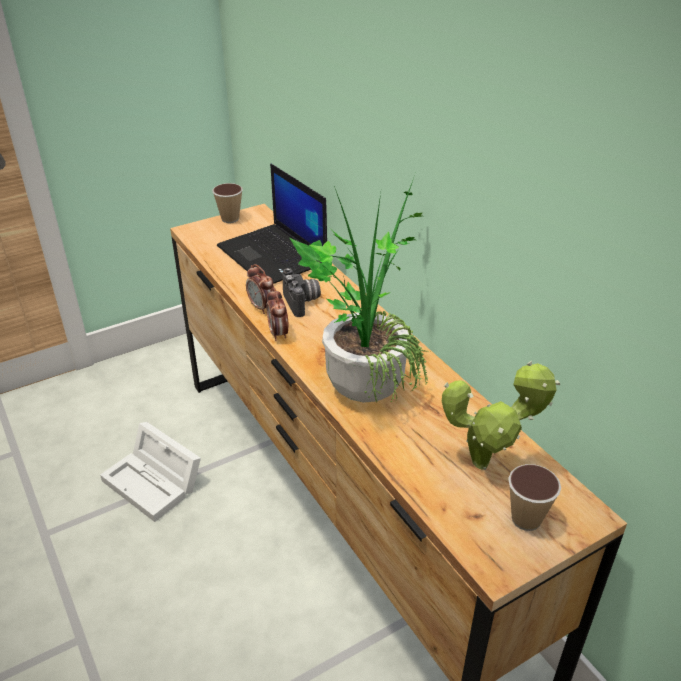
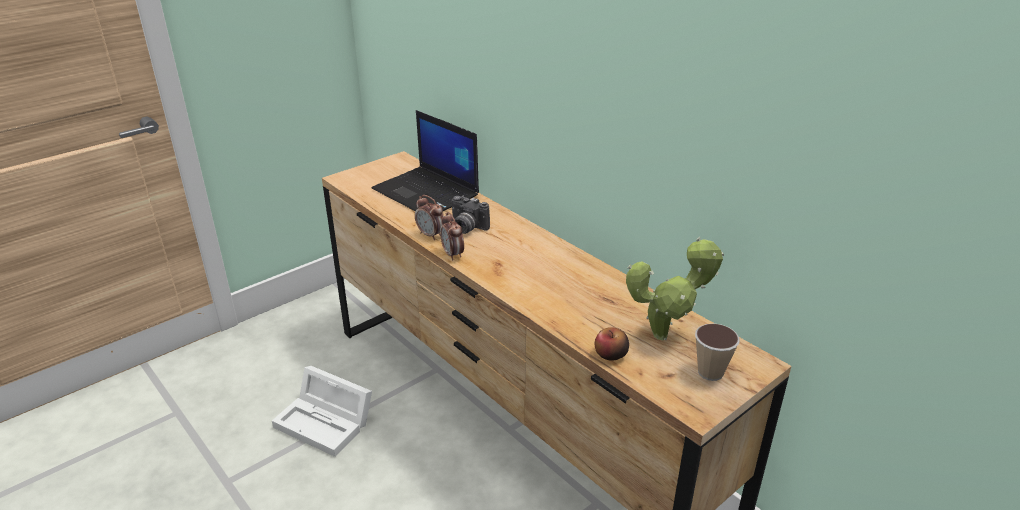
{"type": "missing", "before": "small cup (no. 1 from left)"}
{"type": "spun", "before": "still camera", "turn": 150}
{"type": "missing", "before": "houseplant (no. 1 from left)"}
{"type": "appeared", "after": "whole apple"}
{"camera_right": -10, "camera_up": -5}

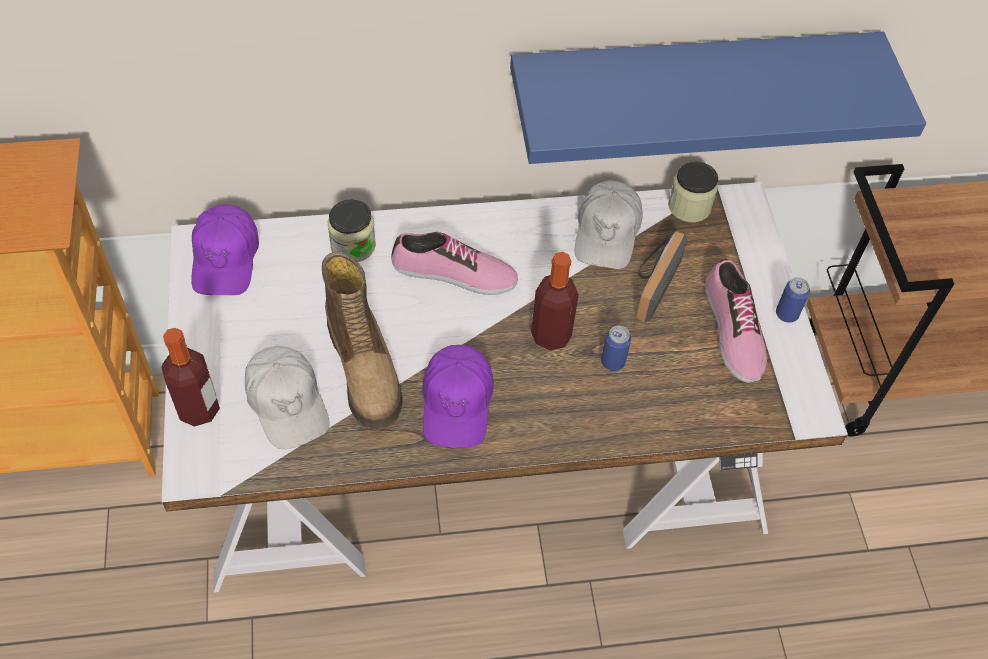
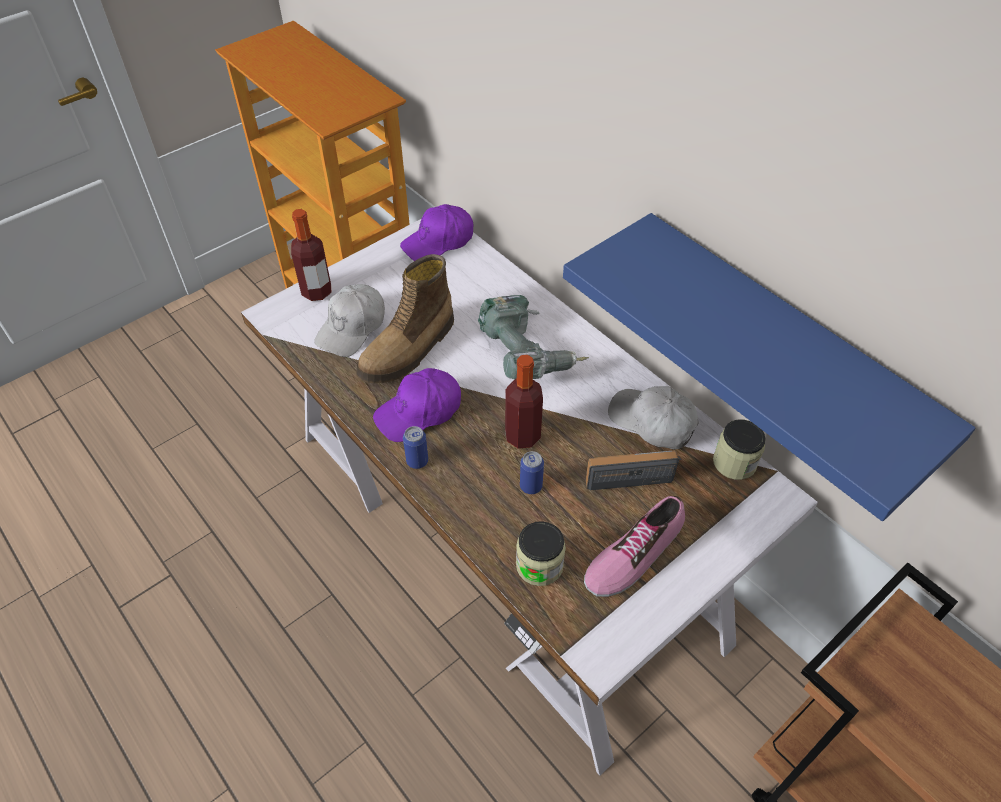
{"type": "relocated", "before": "preserve jar (no. 1 from left)"}
{"type": "exchanged", "before": "low shoe (no. 1 from left)", "after": "electric drill"}
{"type": "spun", "before": "cap (whitish) (no. 2 from left)", "turn": 60}
{"type": "relocated", "before": "metal can (no. 2 from left in the first image)", "after": "metal can (no. 1 from left)"}
{"camera_right": 60, "camera_up": -5}

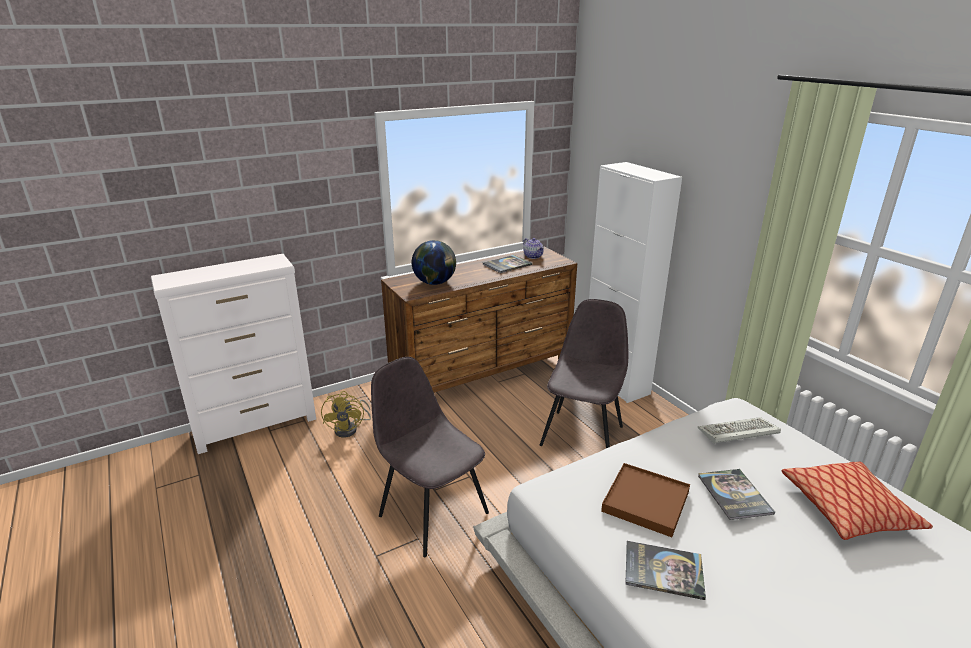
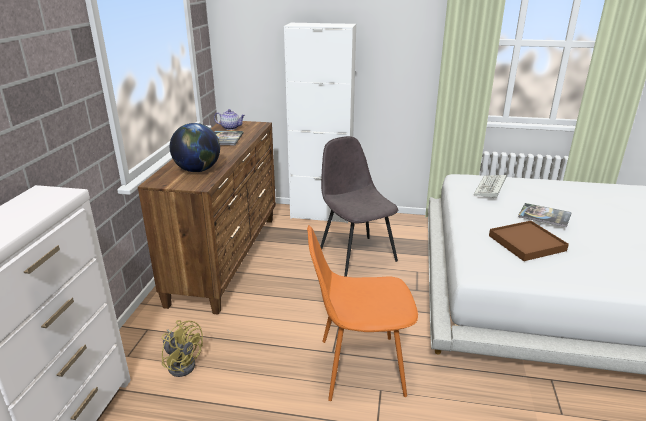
{"type": "colour", "before": "chair (gray) (no. 1 from left)", "after": "chair (orange)"}
{"type": "missing", "before": "bound book (no. 2 from left)"}
{"type": "missing", "before": "cushion"}
{"camera_right": -50, "camera_up": 0}

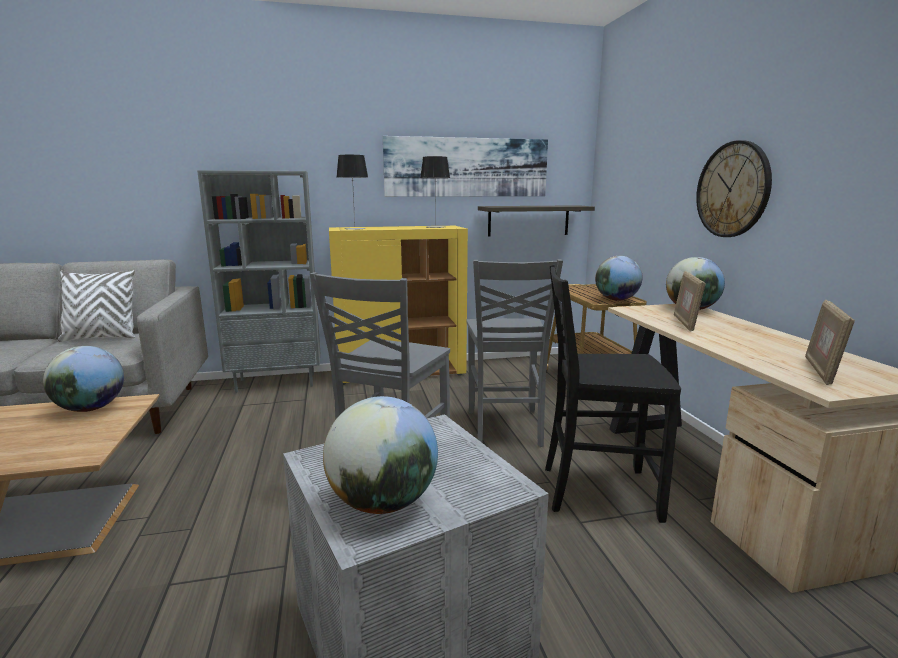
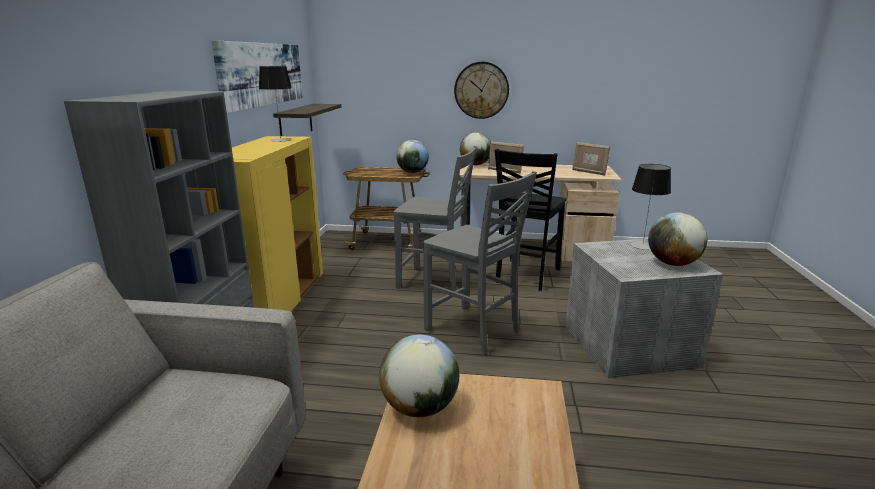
{"type": "missing", "before": "cushion (whitish)"}
{"type": "relocated", "before": "tabletop lamp (no. 1 from left in the first image)", "after": "tabletop lamp (no. 2 from left)"}
{"camera_right": -70, "camera_up": 5}

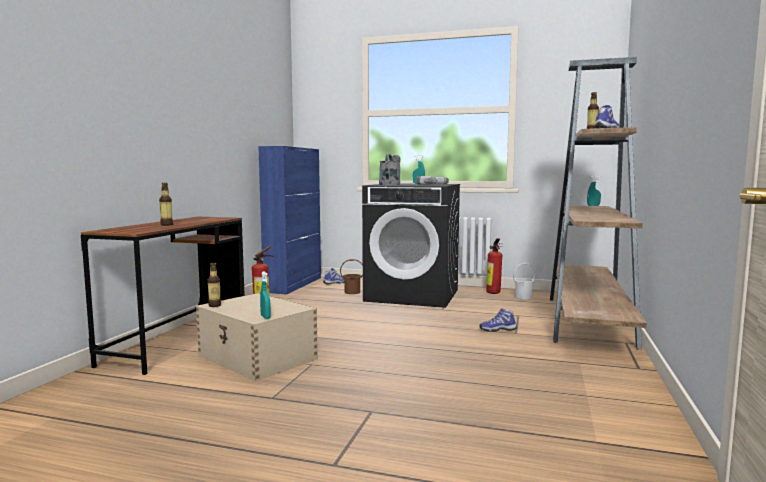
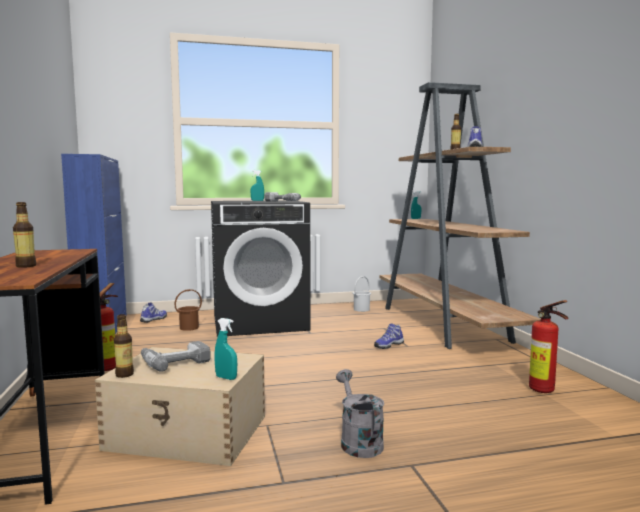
{"type": "relocated", "before": "watering can (gray)"}
{"type": "relocated", "before": "extinguisher (no. 2 from left)"}
{"type": "appeared", "after": "electric drill (no. 1 from left)"}
{"camera_right": -30, "camera_up": 0}

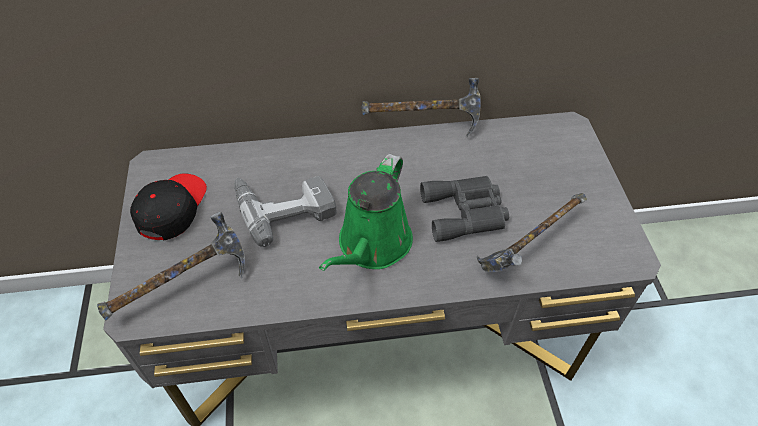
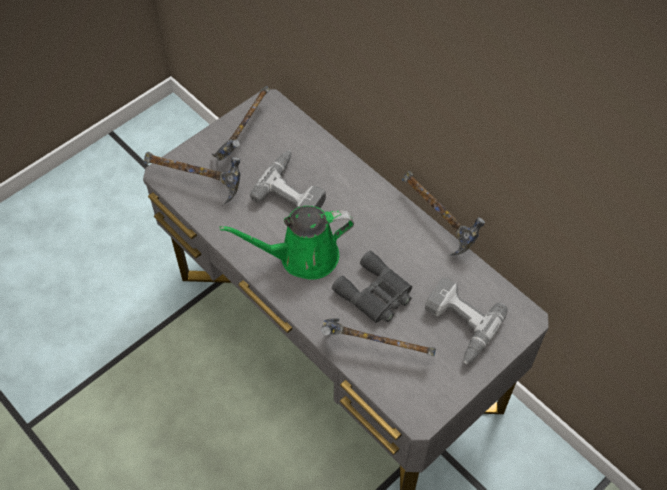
{"type": "exchanged", "before": "cap (blackish)", "after": "hammer (no. 2 from left)"}
{"type": "appeared", "after": "electric drill (no. 2 from left)"}
{"camera_right": 55, "camera_up": 5}

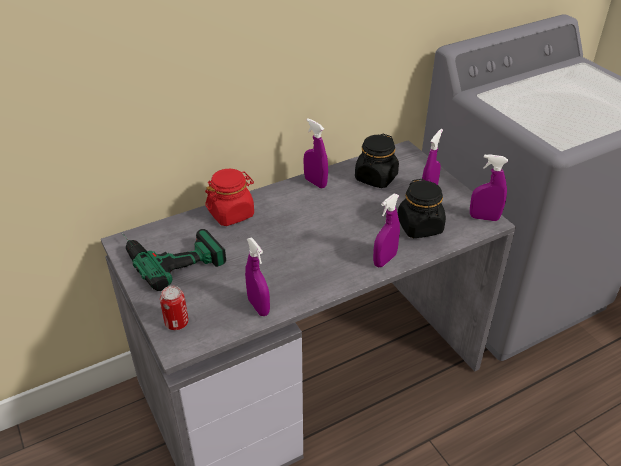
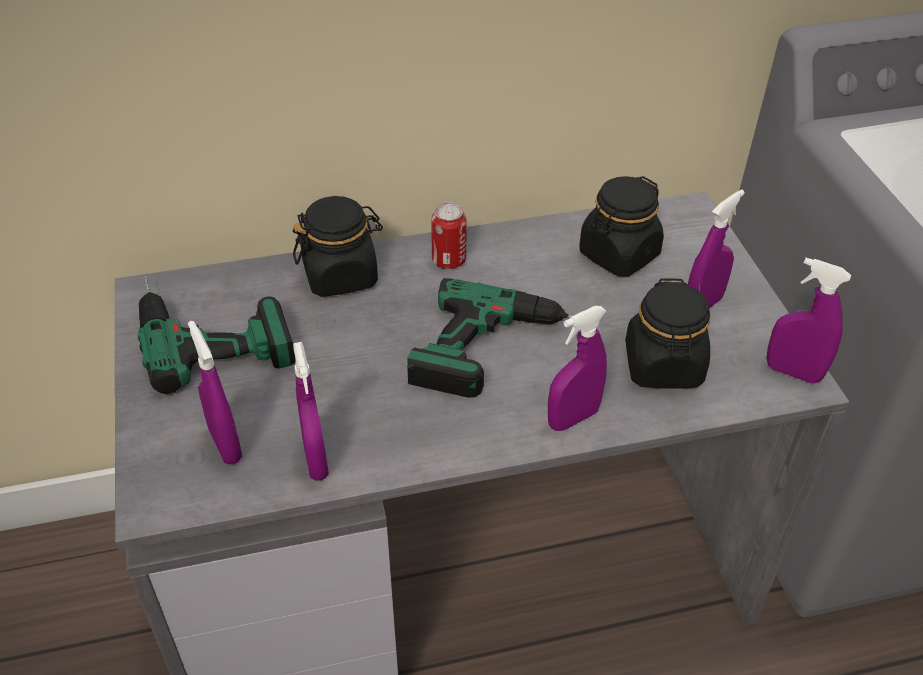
{"type": "relocated", "before": "metal can"}
{"type": "colour", "before": "preserve jar (reddish)", "after": "preserve jar (blackish) (no. 1 from left)"}
{"type": "relocated", "before": "sprayer (purple-coloured) (no. 2 from left in the first image)", "after": "sprayer (purple-coloured) (no. 1 from left)"}
{"type": "appeared", "after": "electric drill (no. 2 from left)"}
{"camera_right": 15, "camera_up": 5}

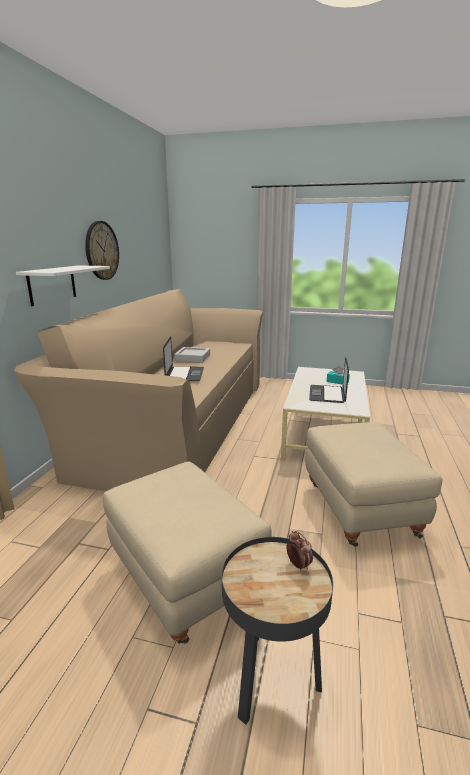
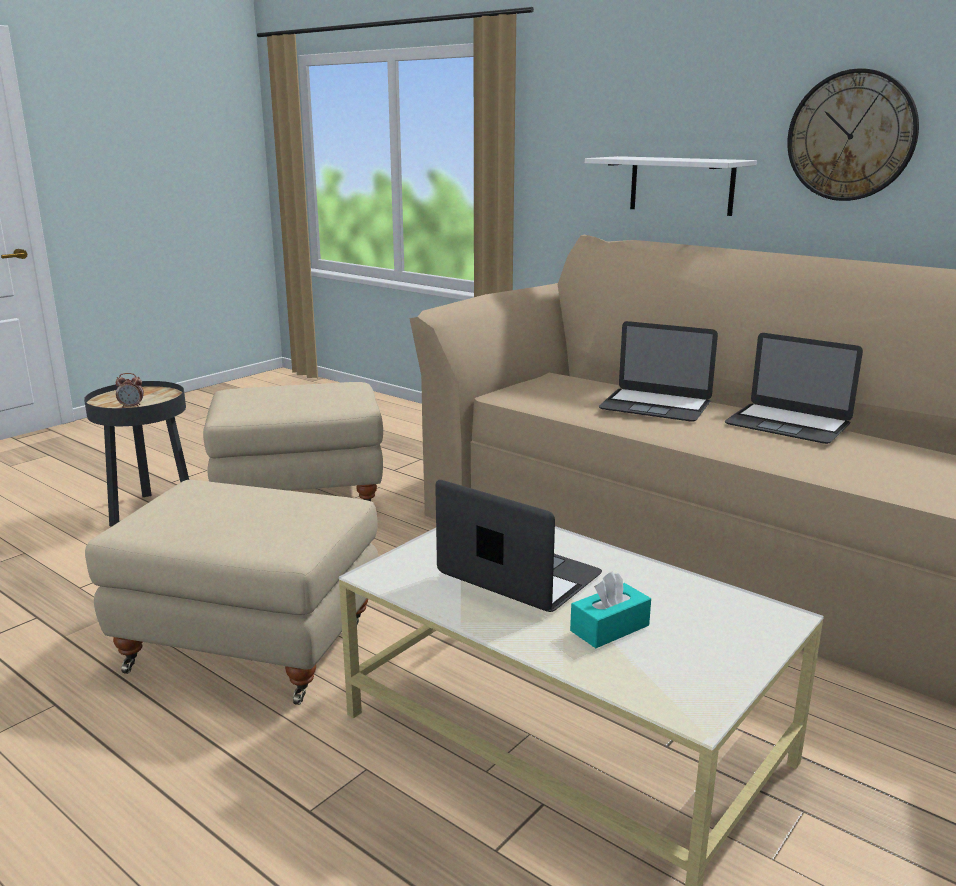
{"type": "exchanged", "before": "serving tray (gray)", "after": "portable computer (no. 3 from left)"}
{"camera_right": 115, "camera_up": 0}

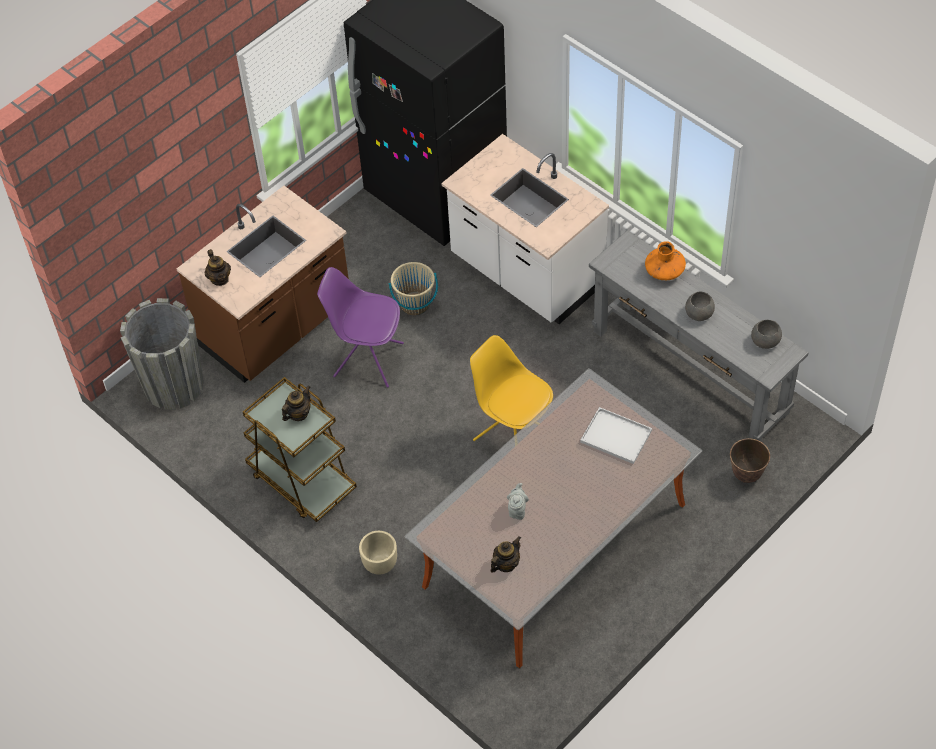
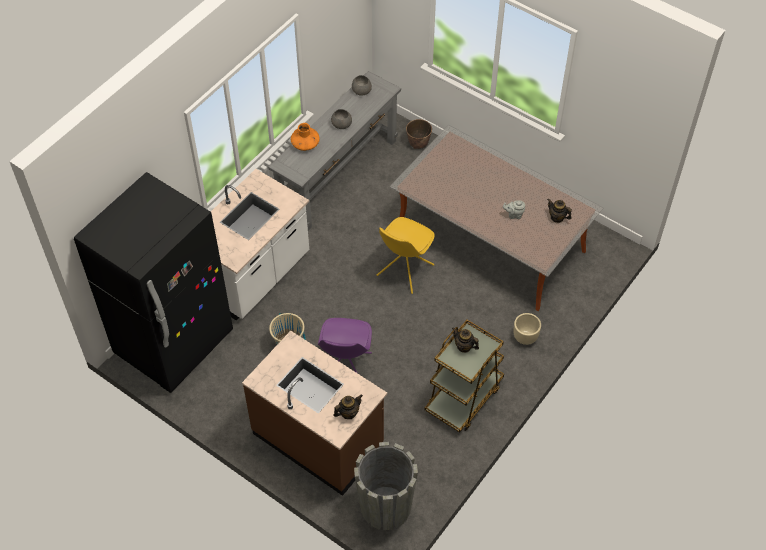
{"type": "missing", "before": "serving tray (whitish)"}
{"camera_right": -100, "camera_up": 0}

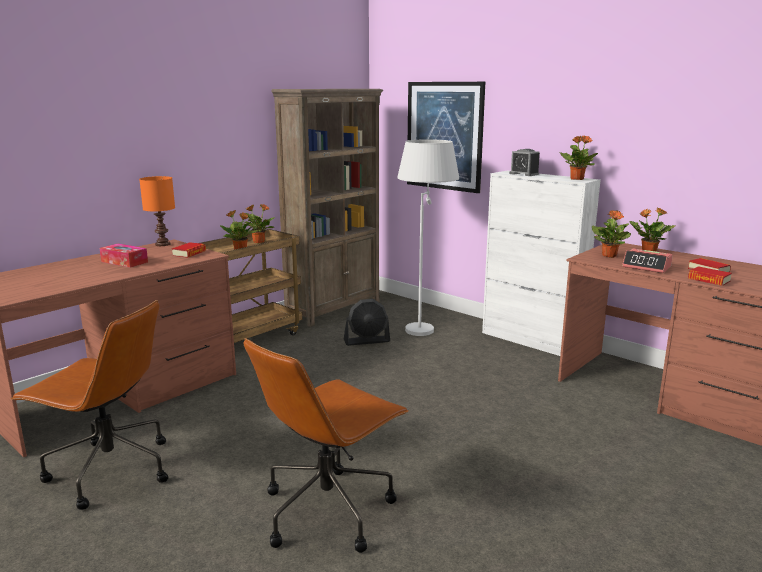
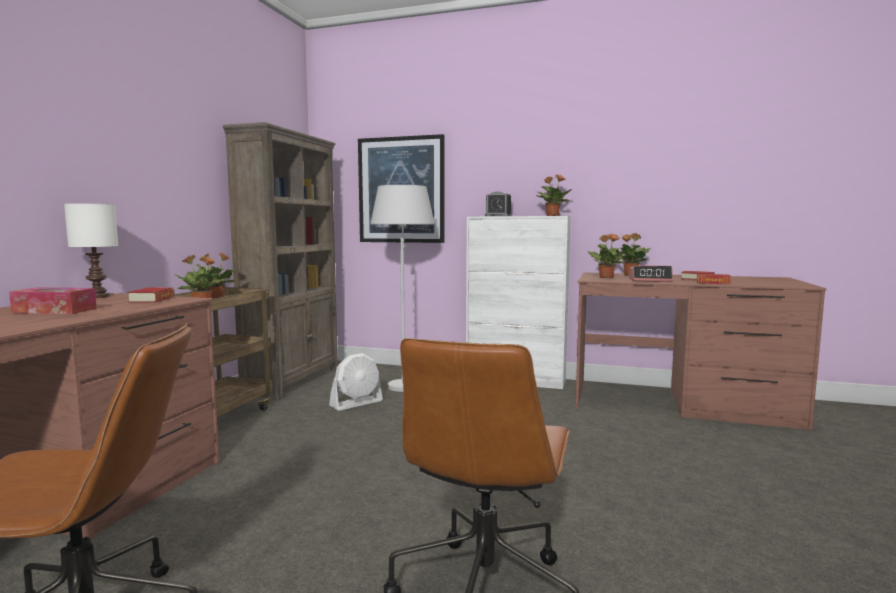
{"type": "colour", "before": "tabletop lamp (orange)", "after": "tabletop lamp (whitish)"}
{"type": "colour", "before": "electric fan (blackish)", "after": "electric fan (whitish)"}
{"camera_right": -25, "camera_up": -10}

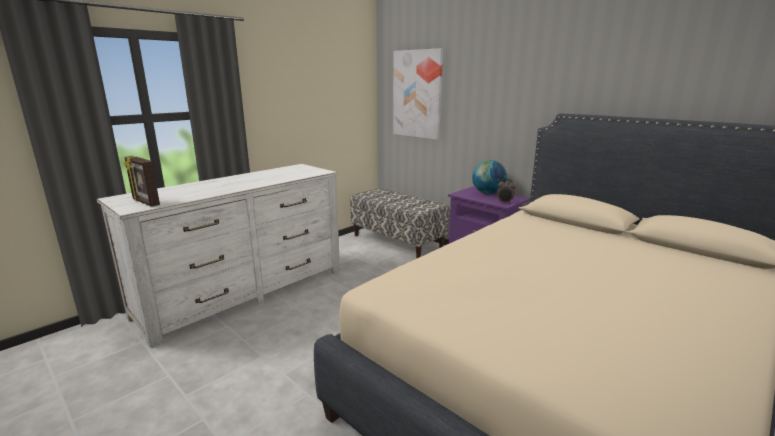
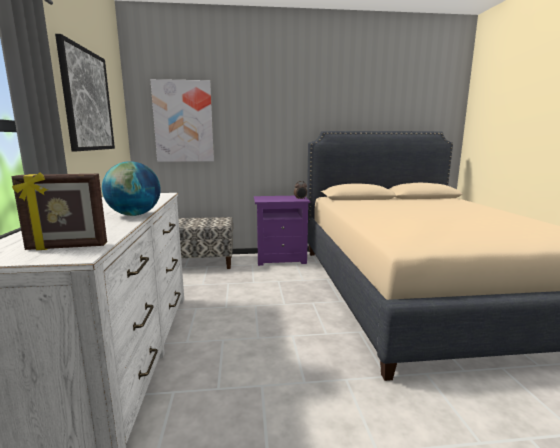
{"type": "relocated", "before": "desk globe"}
{"type": "appeared", "after": "picture (no. 1 from left)"}
{"camera_right": -50, "camera_up": -5}

